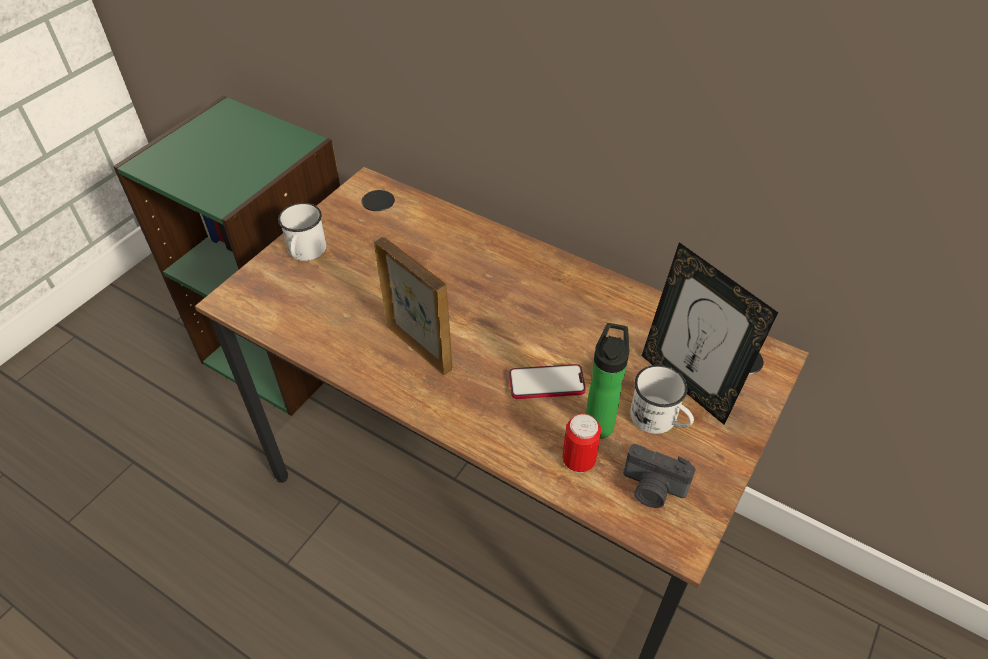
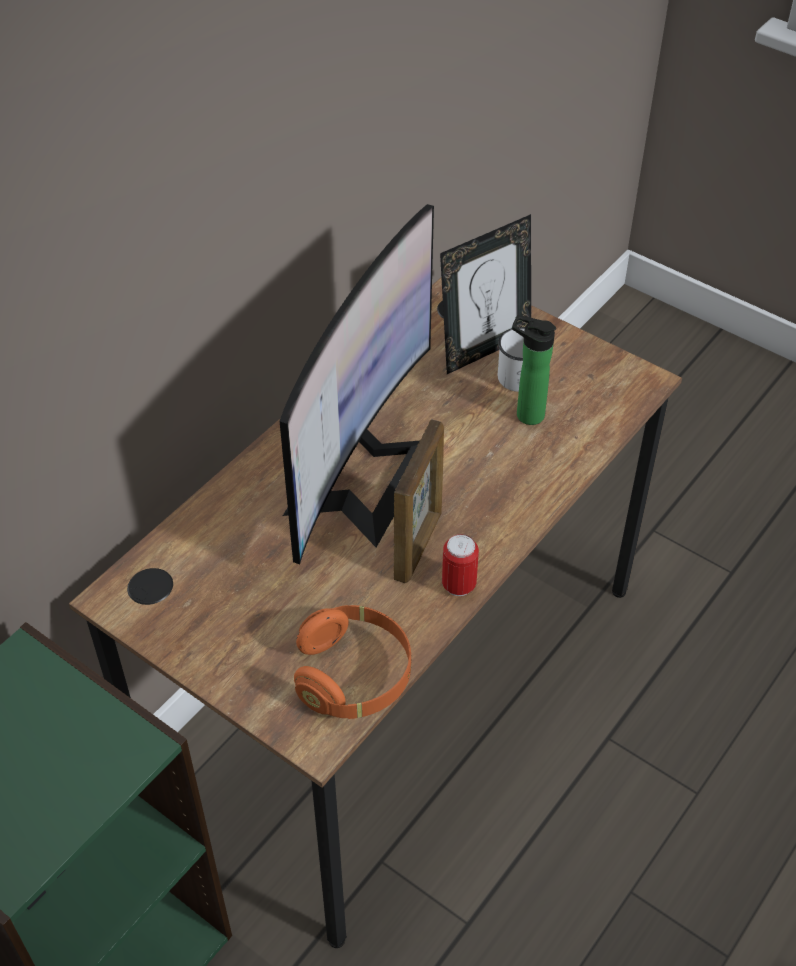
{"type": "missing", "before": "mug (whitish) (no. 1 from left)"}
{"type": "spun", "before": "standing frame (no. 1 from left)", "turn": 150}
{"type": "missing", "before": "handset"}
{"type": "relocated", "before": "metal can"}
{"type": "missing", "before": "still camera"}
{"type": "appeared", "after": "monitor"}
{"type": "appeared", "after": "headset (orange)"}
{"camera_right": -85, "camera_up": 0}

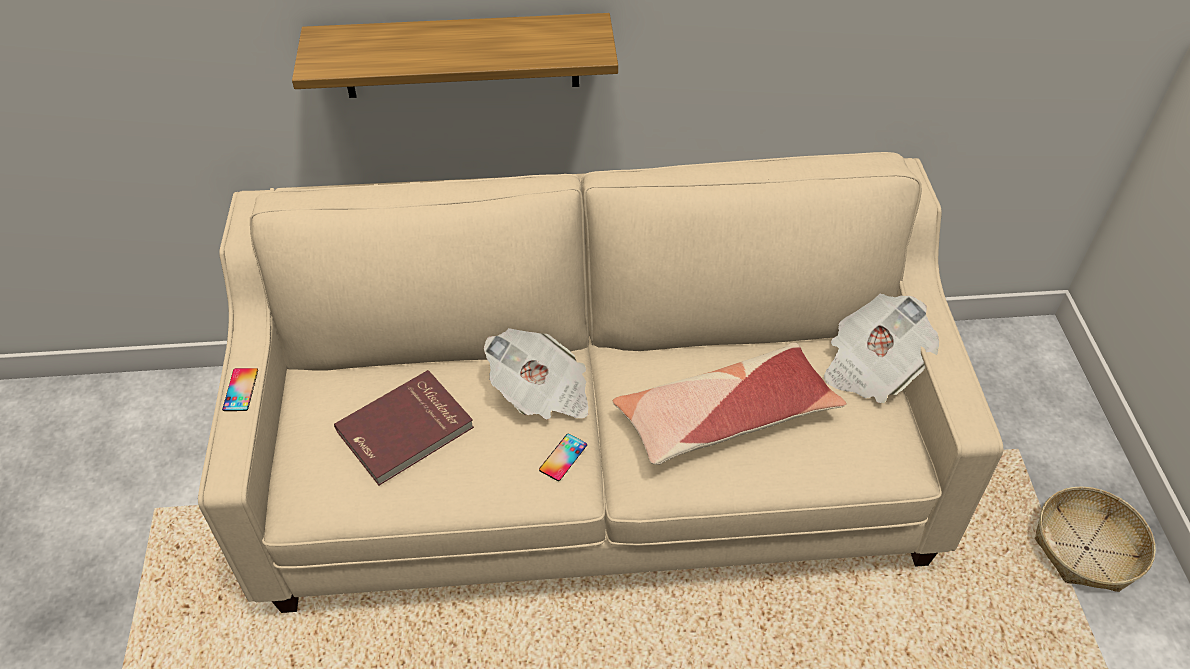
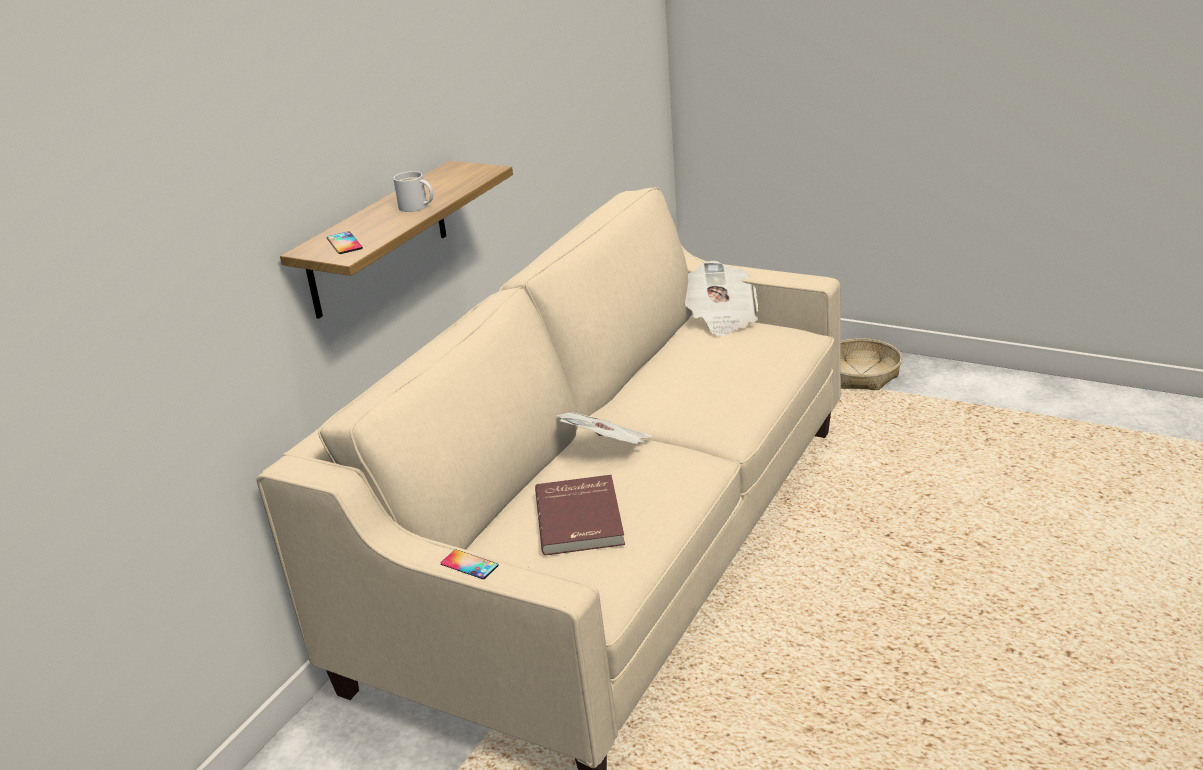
{"type": "relocated", "before": "handset (no. 2 from left in the first image)", "after": "handset (no. 1 from left)"}
{"type": "missing", "before": "cushion"}
{"type": "appeared", "after": "mug (whitish)"}
{"camera_right": -55, "camera_up": -20}

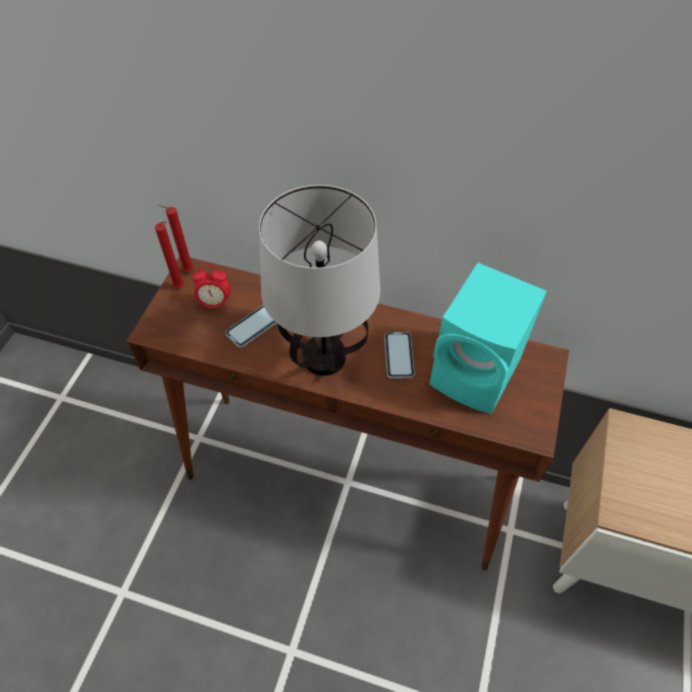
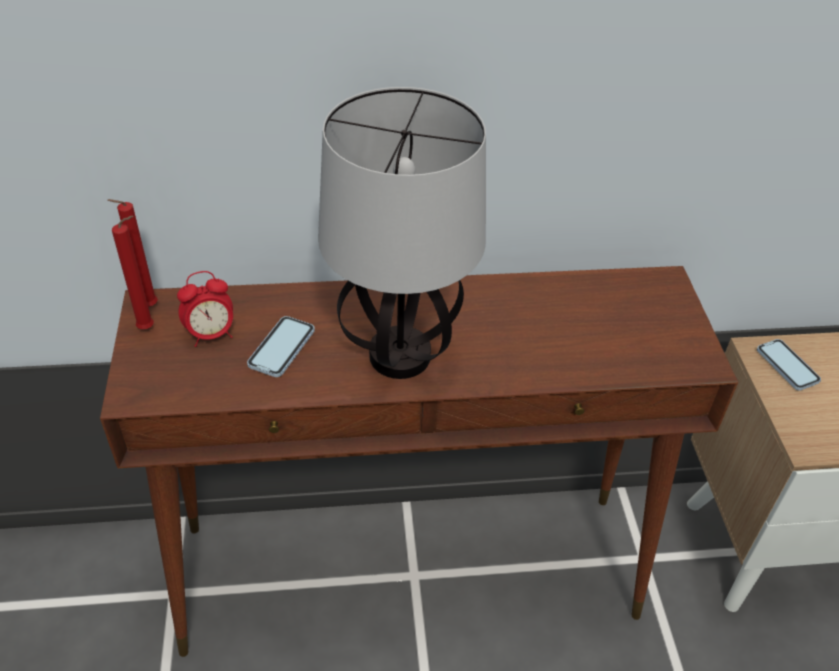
{"type": "relocated", "before": "handset (no. 2 from left)"}
{"type": "missing", "before": "loudspeaker (turquoise-coloured)"}
{"camera_right": -25, "camera_up": -10}

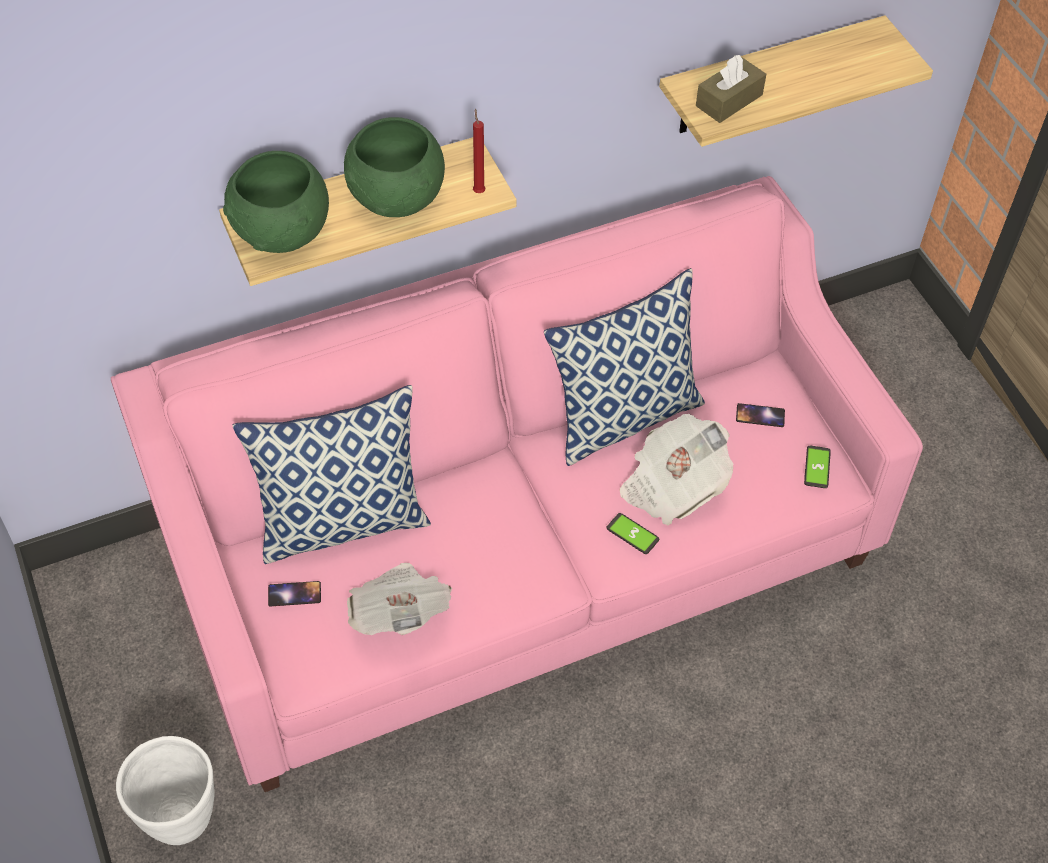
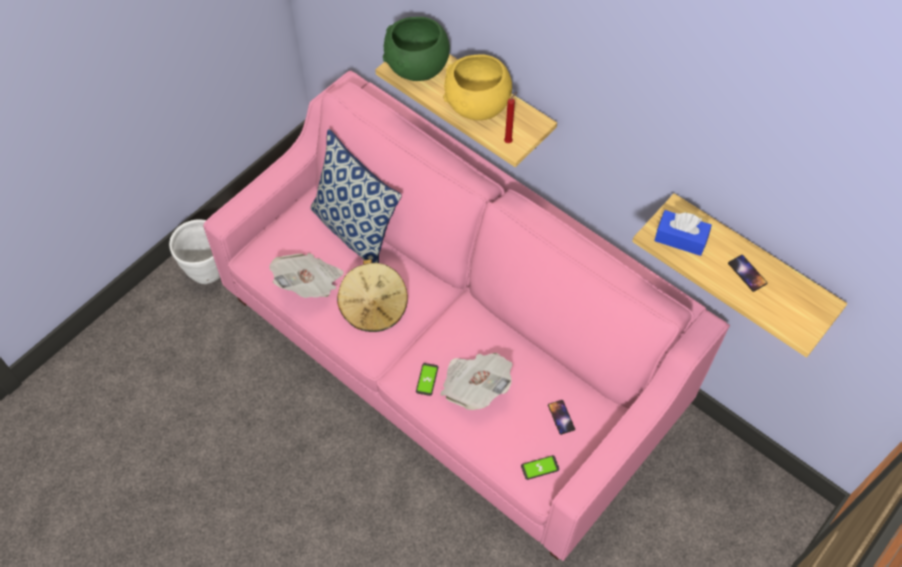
{"type": "relocated", "before": "handset (no. 1 from left in the first image)", "after": "handset (no. 4 from left)"}
{"type": "colour", "before": "serving bowl (greenish) (no. 2 from left)", "after": "serving bowl (yellow)"}
{"type": "missing", "before": "cushion (no. 2 from left)"}
{"type": "colour", "before": "tissue holder (brown-coloured)", "after": "tissue holder (bluish)"}
{"type": "appeared", "after": "clothing hat (beige)"}
{"camera_right": 65, "camera_up": 5}

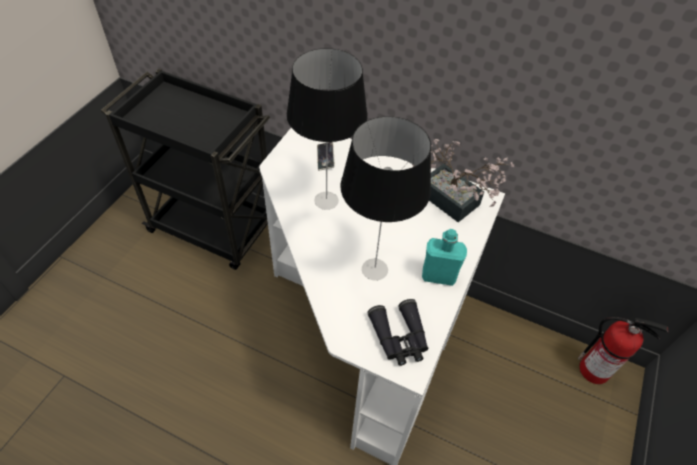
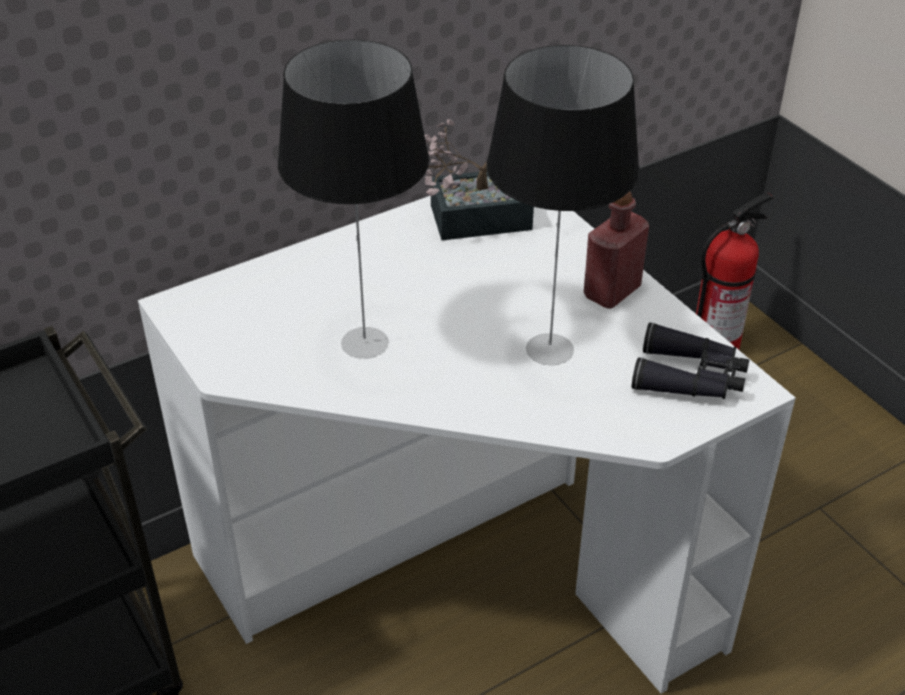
{"type": "missing", "before": "handset"}
{"type": "colour", "before": "drink bottle (turquoise-coloured)", "after": "drink bottle (reddish)"}
{"camera_right": -55, "camera_up": -10}

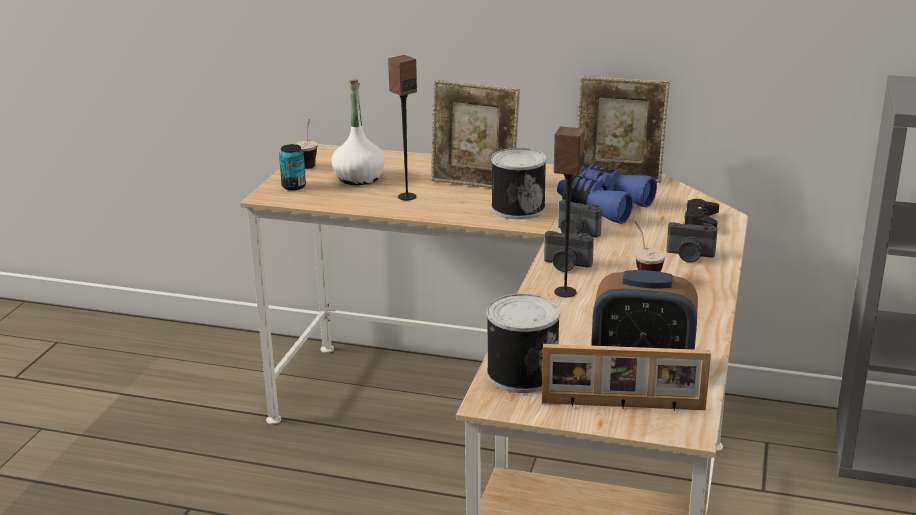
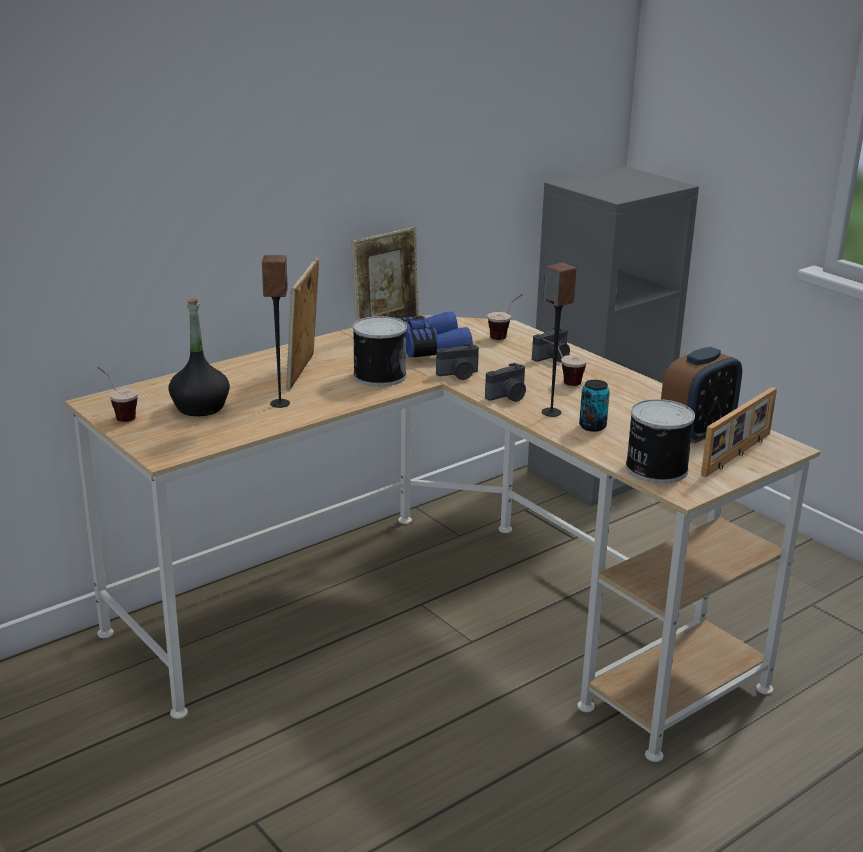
{"type": "relocated", "before": "metal can (no. 1 from left in the first image)", "after": "metal can (no. 2 from left)"}
{"type": "colour", "before": "drink bottle (whitish)", "after": "drink bottle (blackish)"}
{"type": "spun", "before": "standing frame (no. 1 from left)", "turn": 135}
{"type": "exchanged", "before": "game controller (blackish)", "after": "small cup (no. 2 from left)"}
{"camera_right": -55, "camera_up": 0}

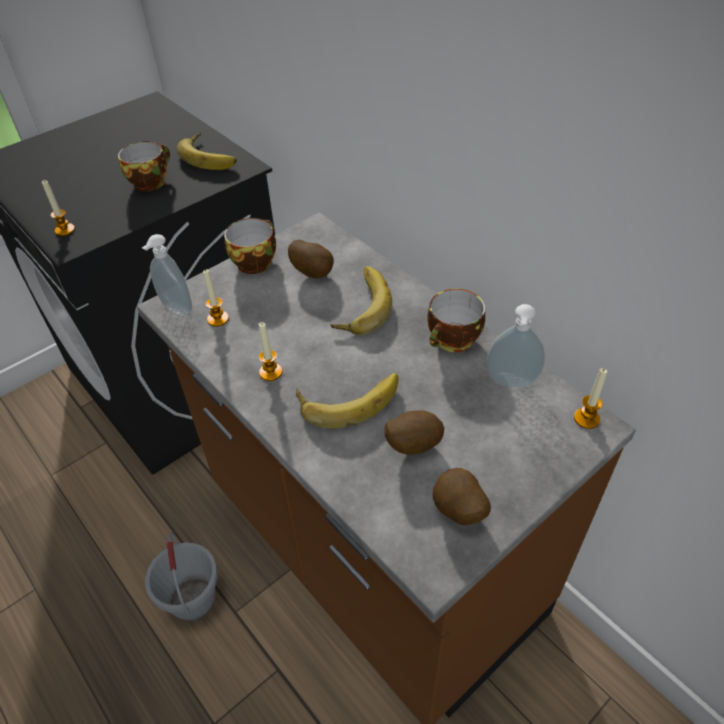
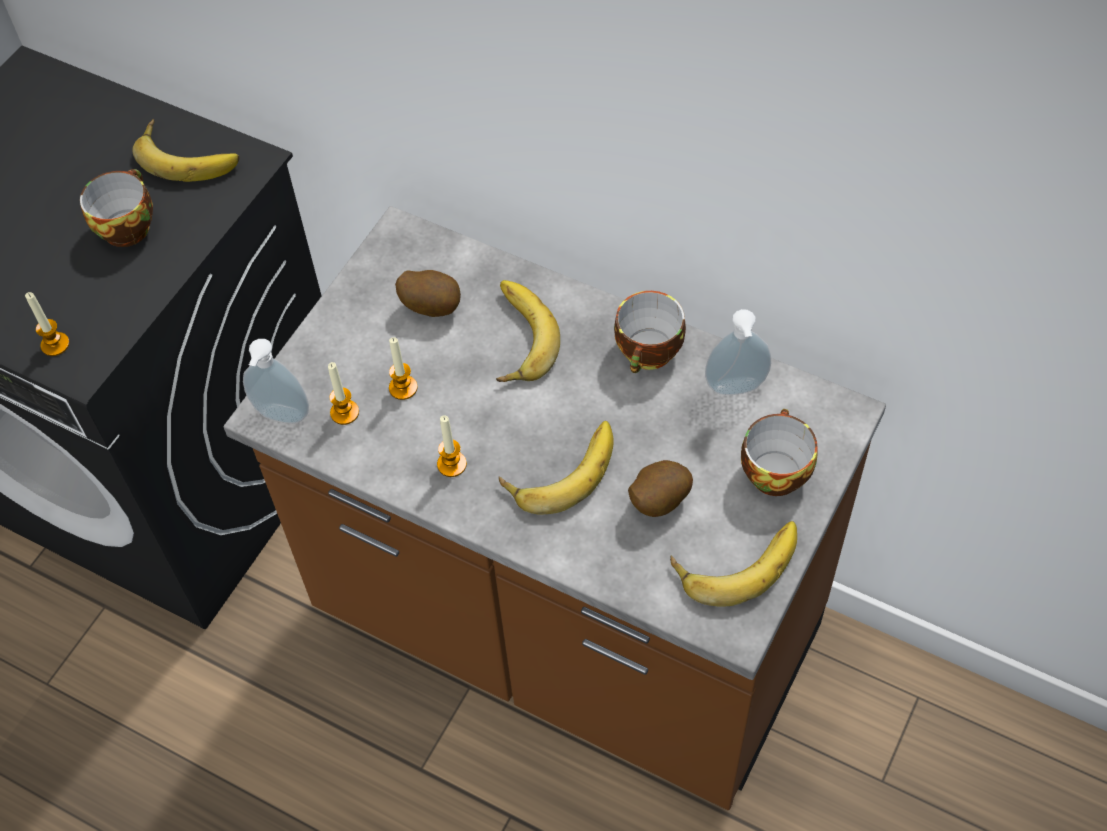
{"type": "missing", "before": "bucket (gray)"}
{"type": "relocated", "before": "small cup (no. 2 from left in the first image)", "after": "small cup (no. 3 from left)"}
{"type": "exchanged", "before": "whole potato (no. 3 from left)", "after": "whole banana (no. 4 from left)"}
{"type": "relocated", "before": "candle (no. 4 from left in the first image)", "after": "candle (no. 3 from left)"}
{"camera_right": -20, "camera_up": 10}

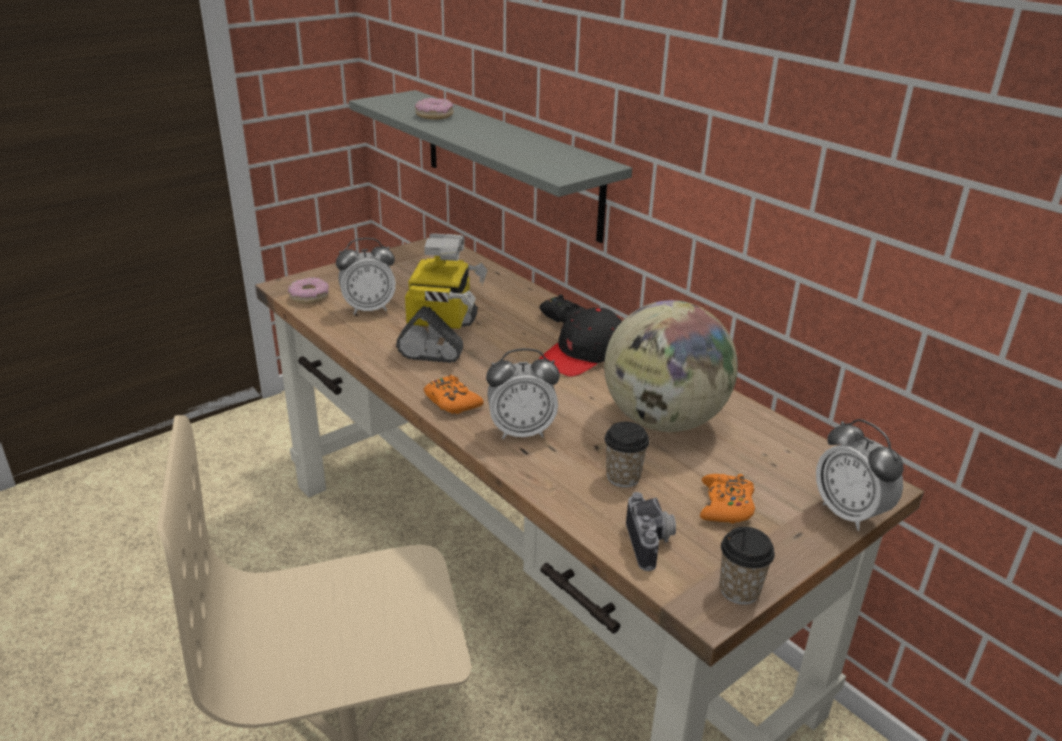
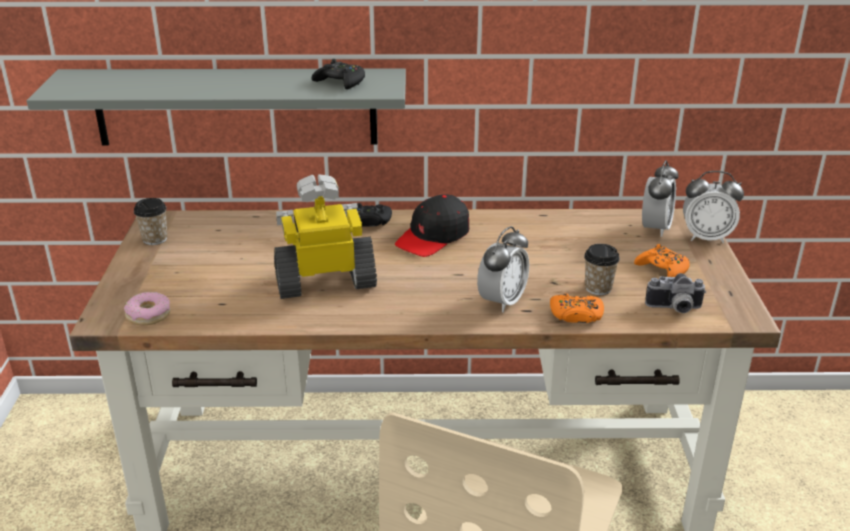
{"type": "relocated", "before": "alarm clock (no. 1 from left in the first image)", "after": "alarm clock (no. 2 from left)"}
{"type": "spun", "before": "model robot", "turn": -60}
{"type": "missing", "before": "donut (no. 2 from left)"}
{"type": "relocated", "before": "game controller (orange) (no. 1 from left)"}
{"type": "spun", "before": "cap (blackish)", "turn": 45}
{"type": "missing", "before": "desk globe"}
{"type": "spun", "before": "still camera", "turn": 150}
{"type": "relocated", "before": "small cup (no. 2 from left in the first image)", "after": "small cup (no. 1 from left)"}
{"type": "appeared", "after": "game controller (blackish) (no. 1 from left)"}
{"camera_right": -50, "camera_up": 0}

